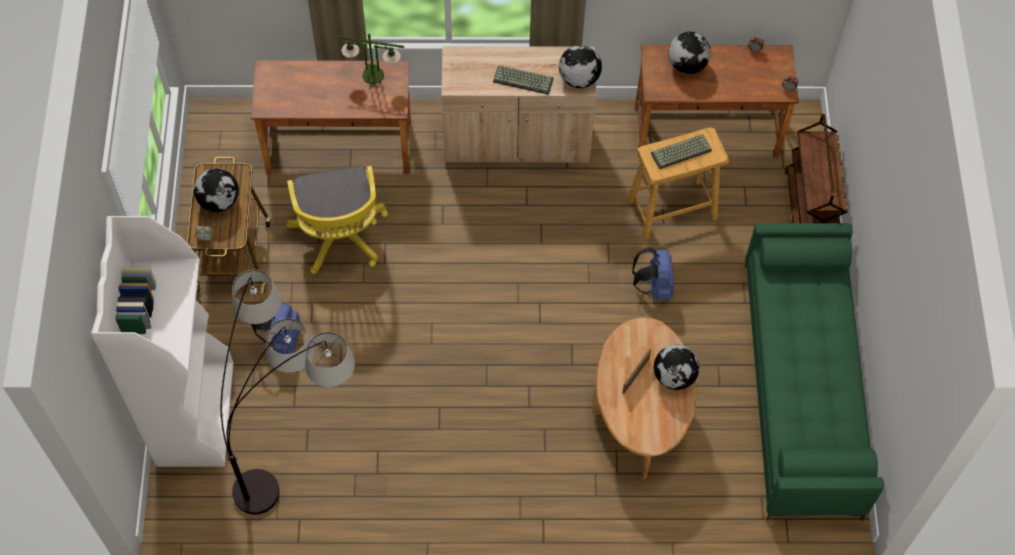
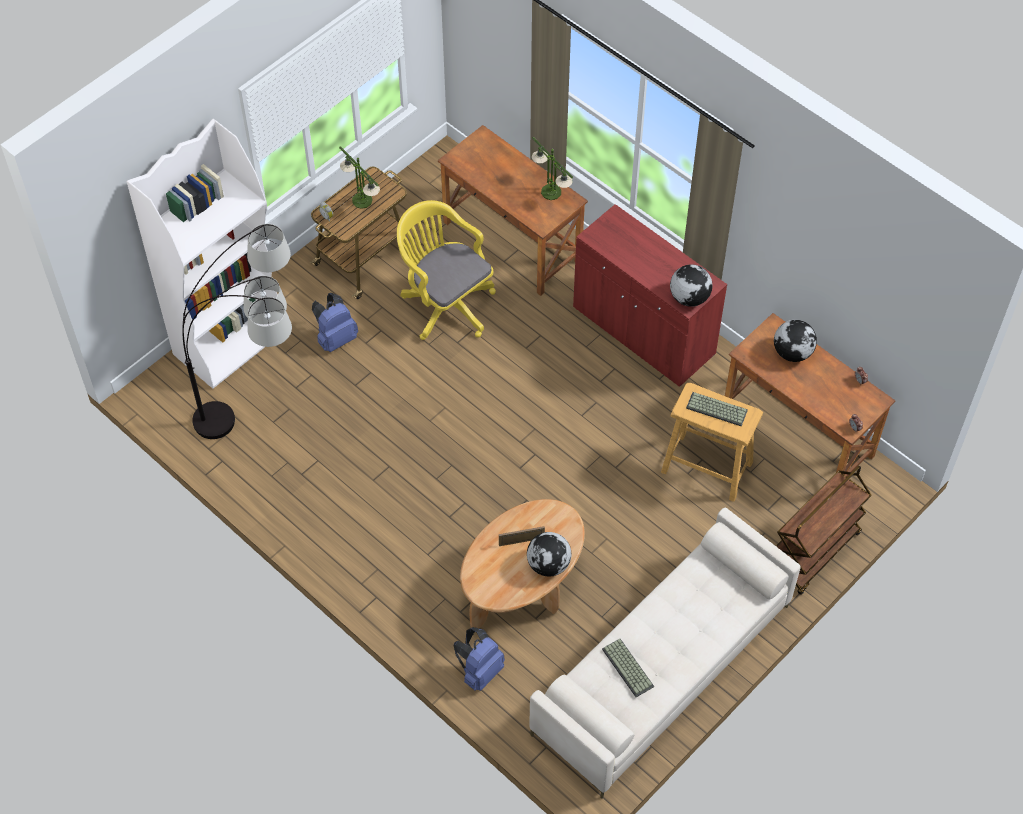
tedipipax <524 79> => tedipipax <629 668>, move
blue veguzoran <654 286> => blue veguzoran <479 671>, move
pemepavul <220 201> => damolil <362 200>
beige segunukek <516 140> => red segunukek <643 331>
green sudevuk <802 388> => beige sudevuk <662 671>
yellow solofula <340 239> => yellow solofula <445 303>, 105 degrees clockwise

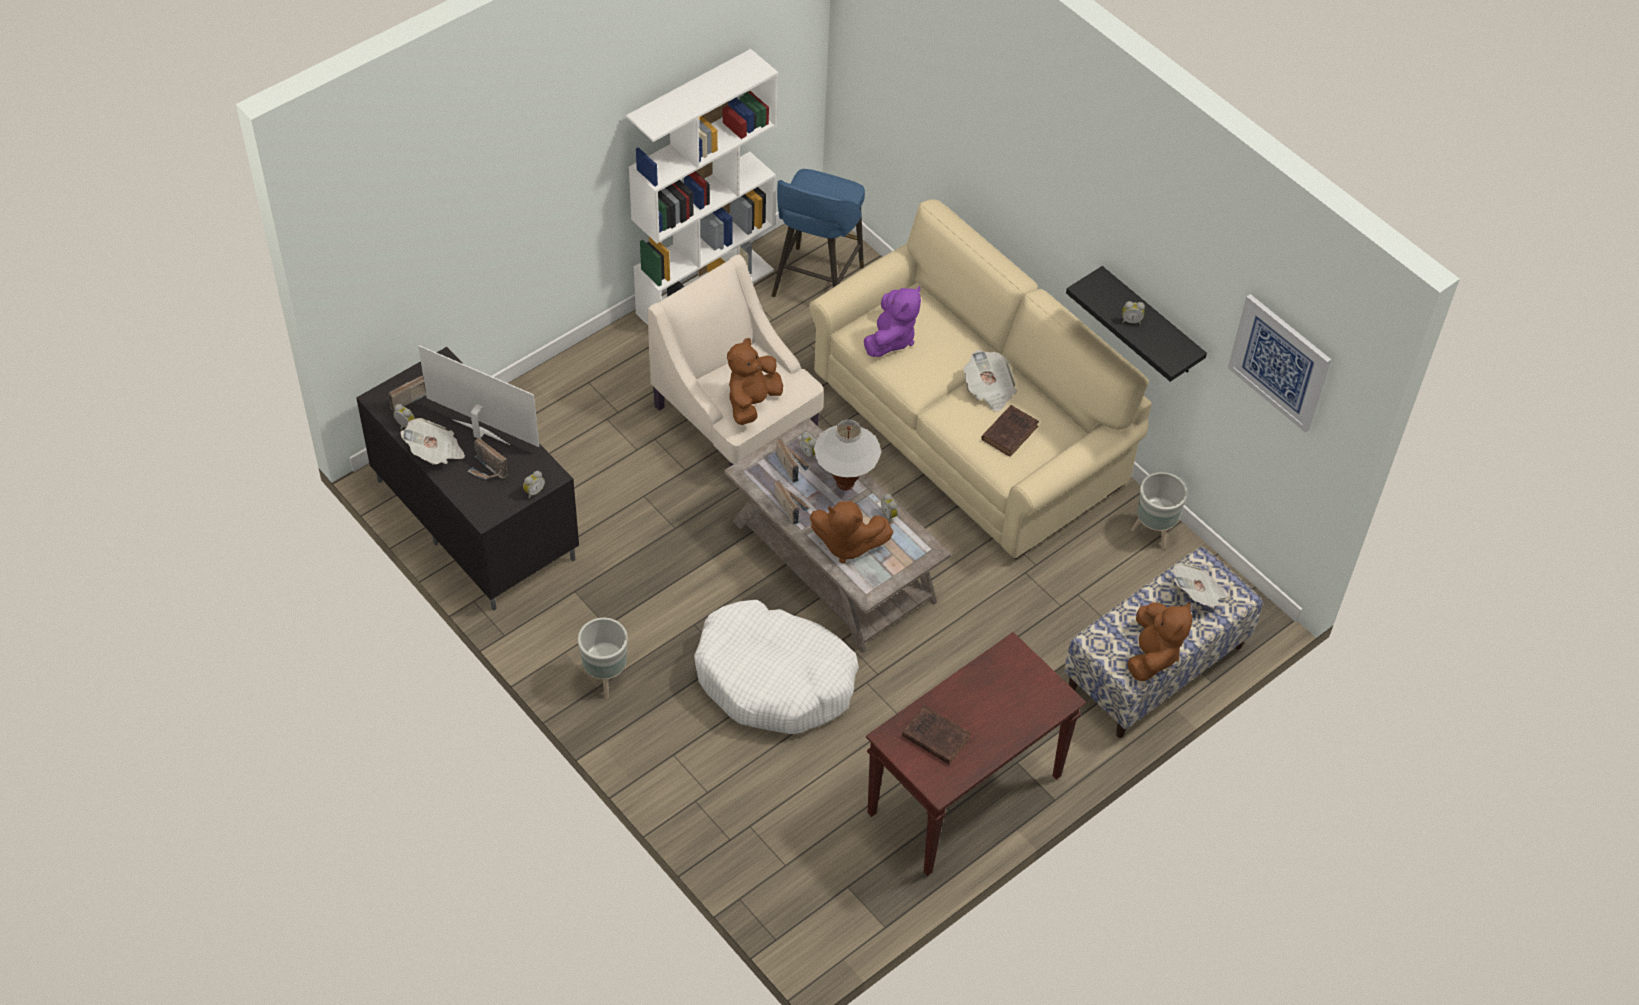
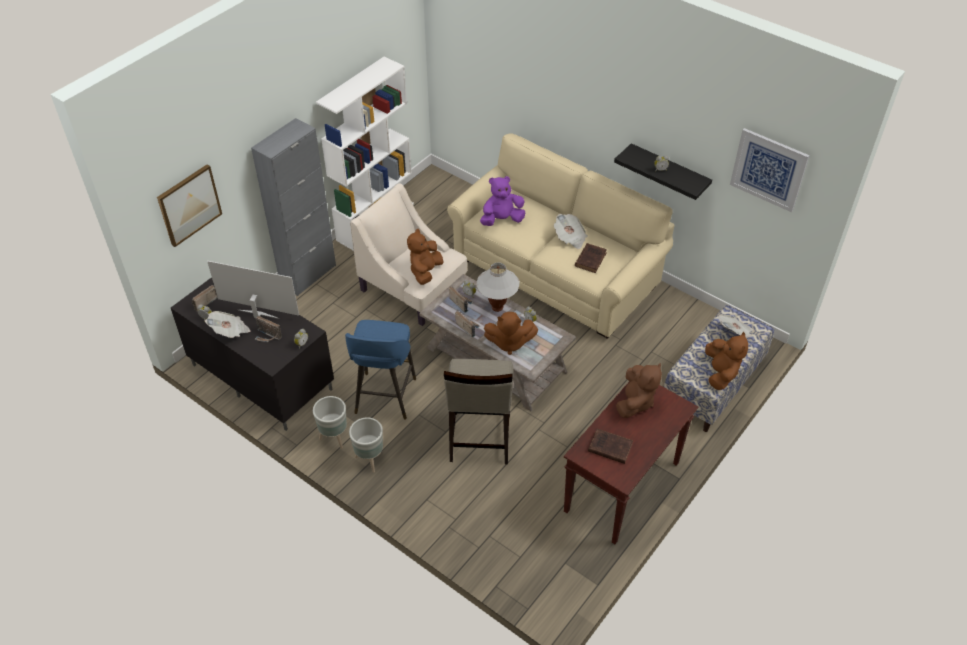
nothing => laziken <189 205>
nothing => grey segunukek <308 275>
nothing => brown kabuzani <635 402>
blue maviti <816 283> => blue maviti <385 397>, move
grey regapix <1154 533> => grey regapix <335 438>, move
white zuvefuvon <774 679> => beige maviti <479 438>
purple kabuzani <891 339> => purple kabuzani <502 220>, 120 degrees counterclockwise

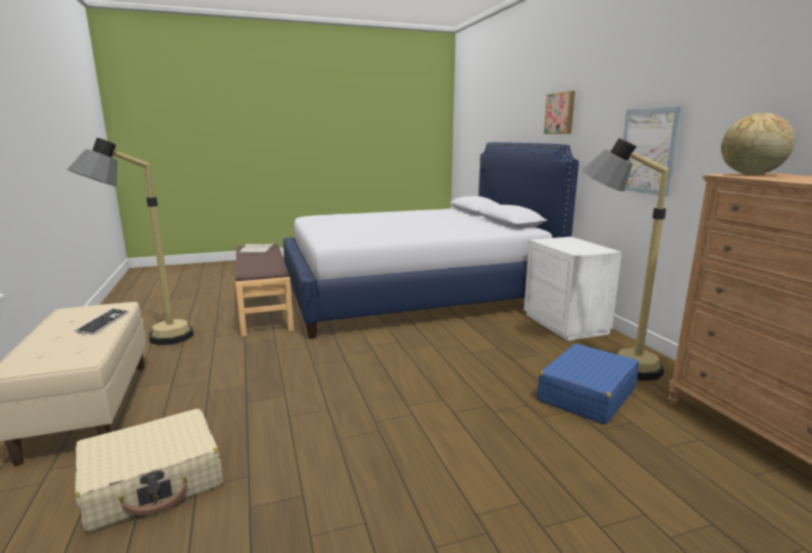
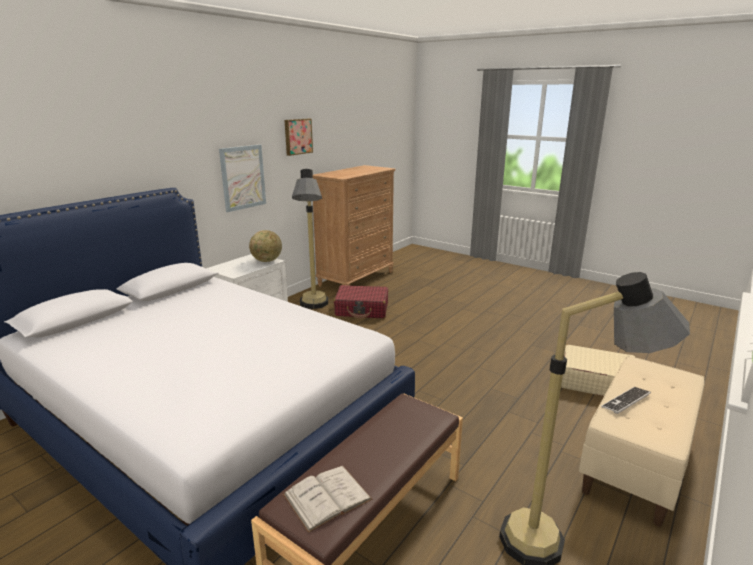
laziken <560 113> => laziken <297 136>, move
pemepavul <750 174> => pemepavul <267 261>, move
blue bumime <586 395> => red bumime <362 309>

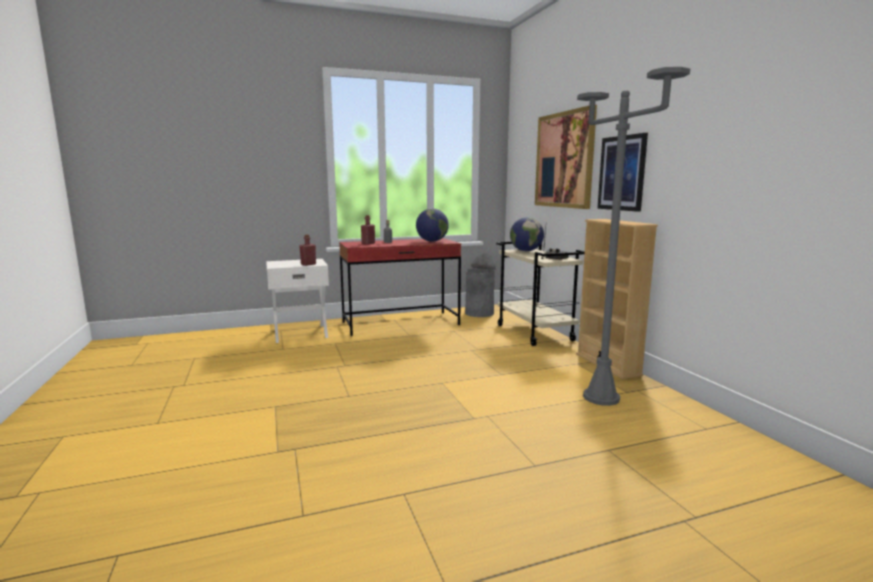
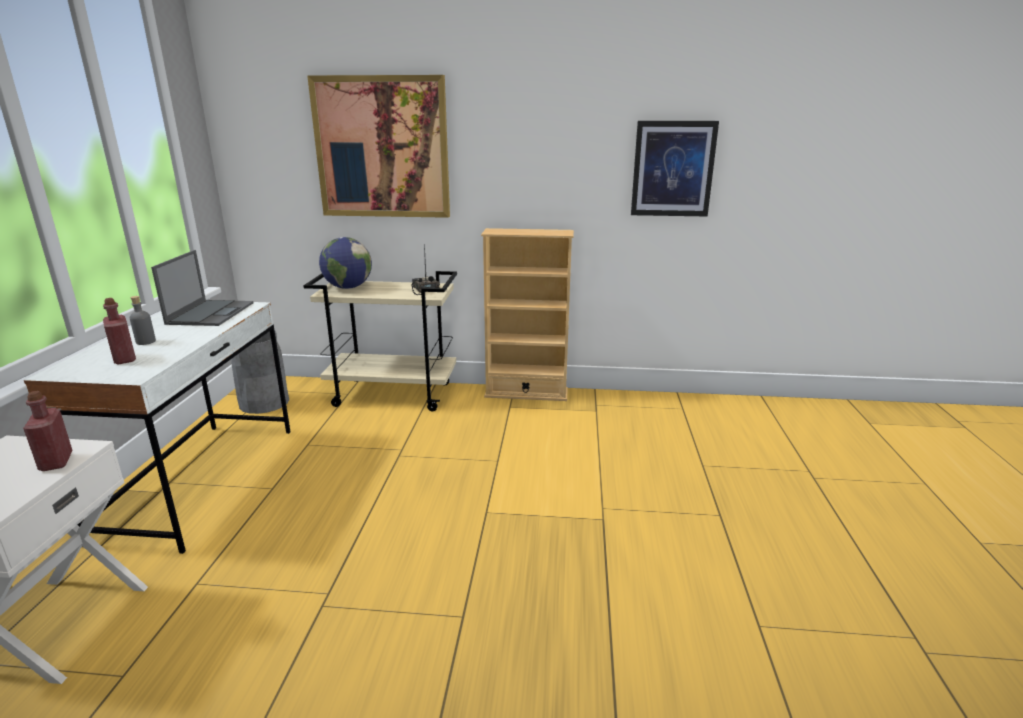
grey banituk <601 397> => nothing
laziken <622 173> => laziken <673 169>, move
pemepavul <432 241> => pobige <211 313>
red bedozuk <401 323> => white bedozuk <201 480>

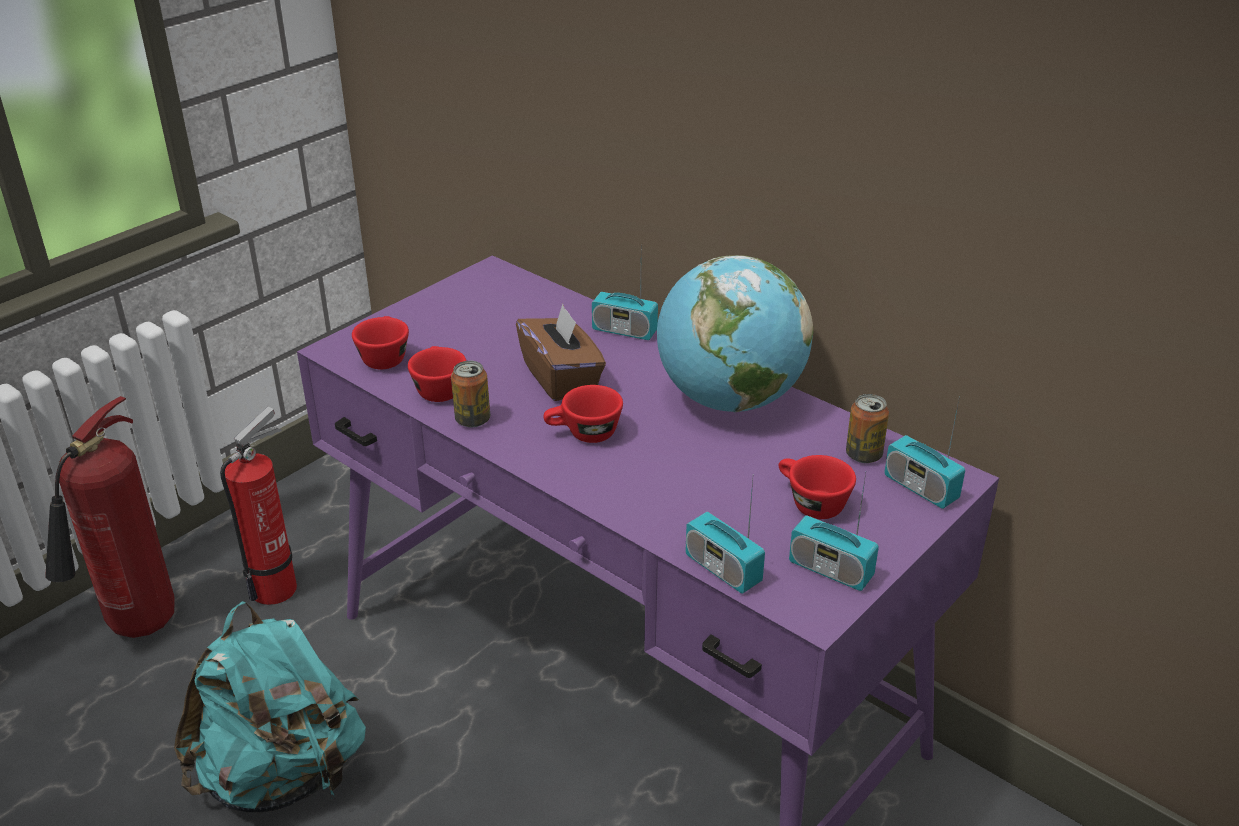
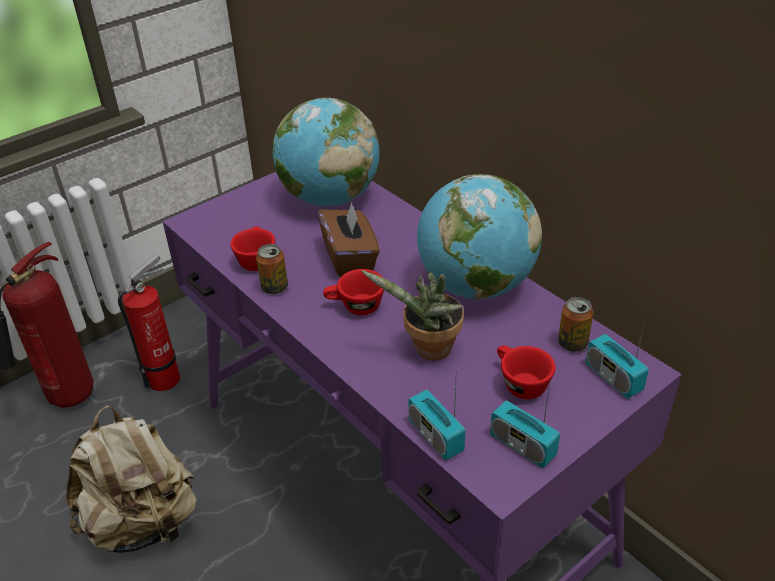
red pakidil <384 356> => nothing
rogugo <624 331> => nothing
nothing => pemepavul <329 198>
nothing => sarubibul <428 351>
turquoise veguzoran <282 775> => beige veguzoran <143 523>

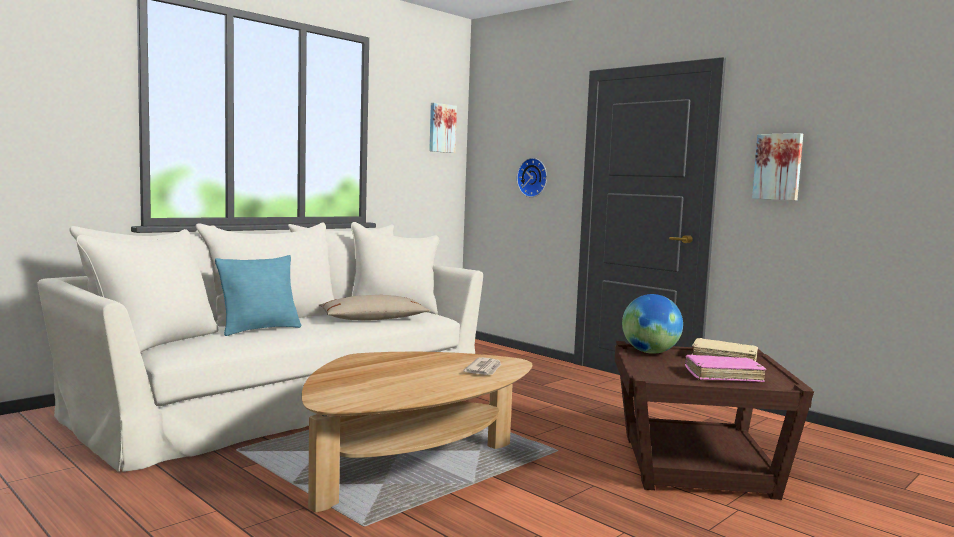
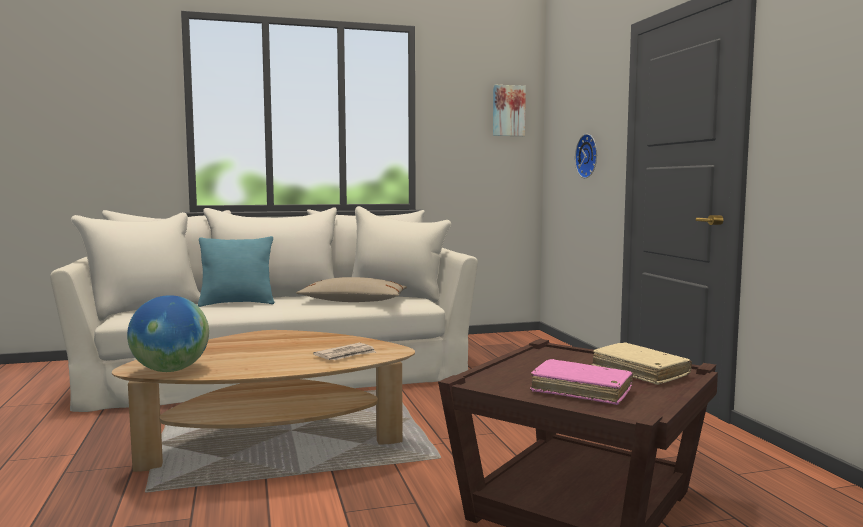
laziken <778 167> => nothing
pemepavul <650 352> => pemepavul <170 370>, move

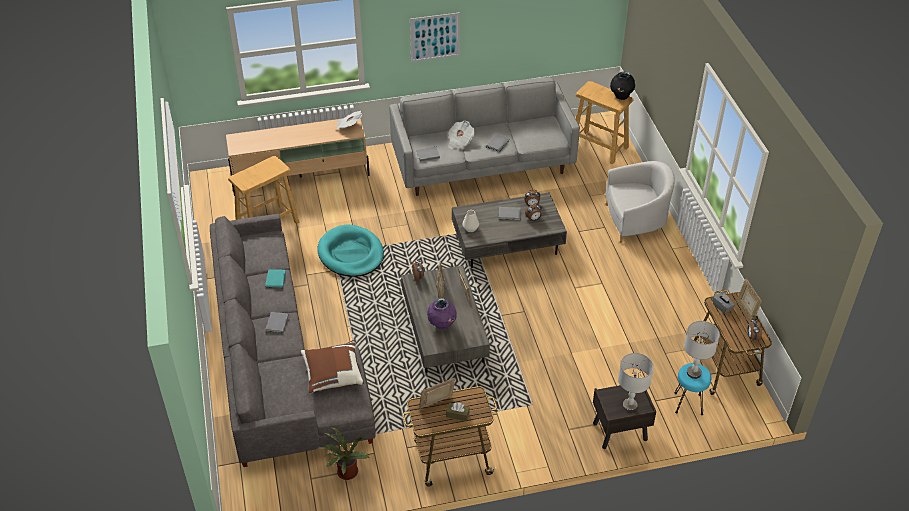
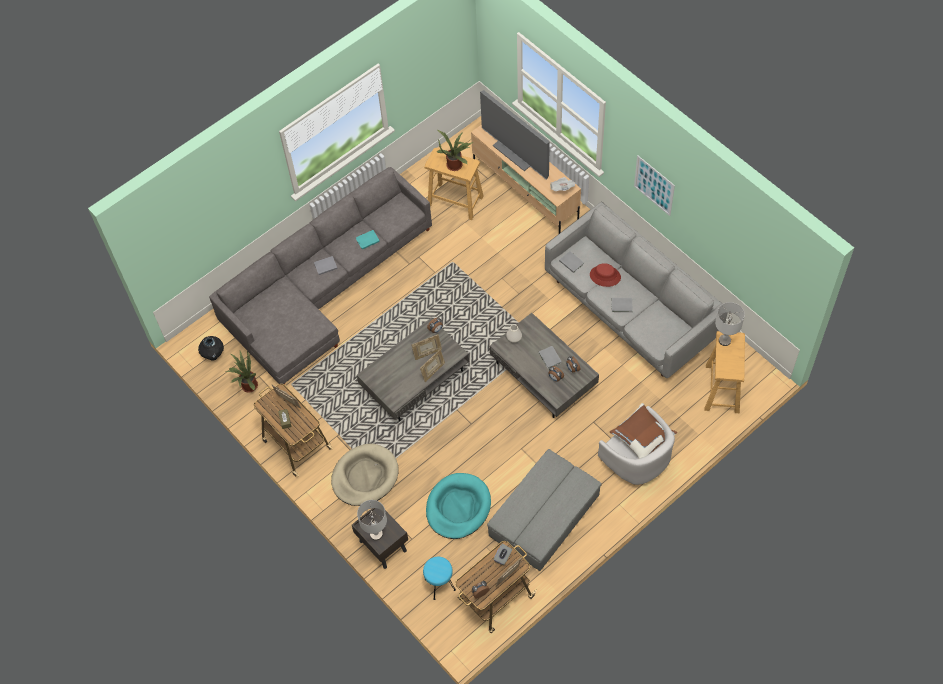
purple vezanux <442 325> => nothing
nothing => beige zuvefuvon <365 476>
nothing => sarubibul <455 164>
nothing => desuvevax <516 152>
nothing => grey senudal <544 516>
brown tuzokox <333 374> => brown tuzokox <642 437>, move
turquoise zuvefuvon <351 254> => turquoise zuvefuvon <458 507>, move
black vezanux <621 96> => black vezanux <213 355>, move
grey damolil <693 373> => grey damolil <724 340>, move
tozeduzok <459 141> => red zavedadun <605 276>

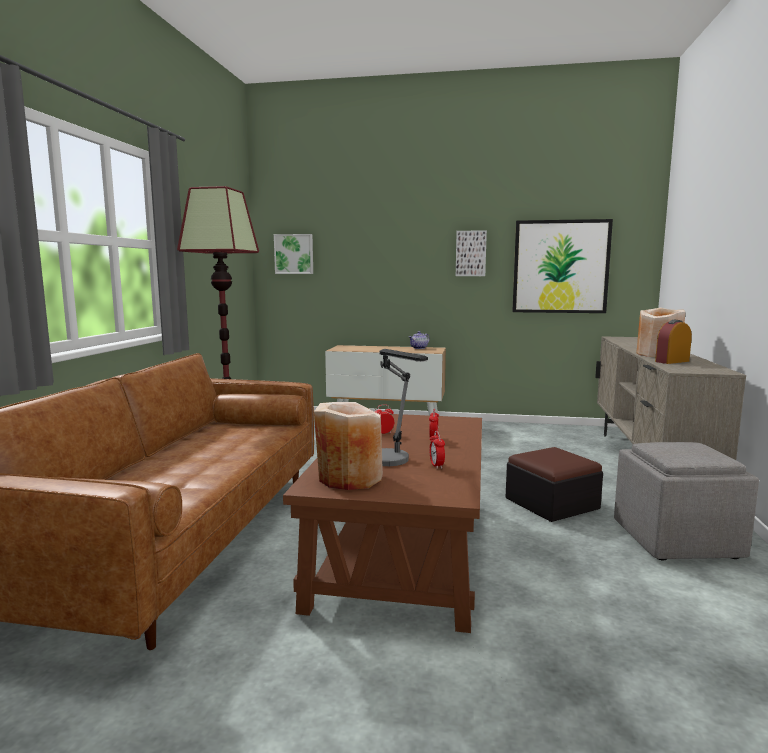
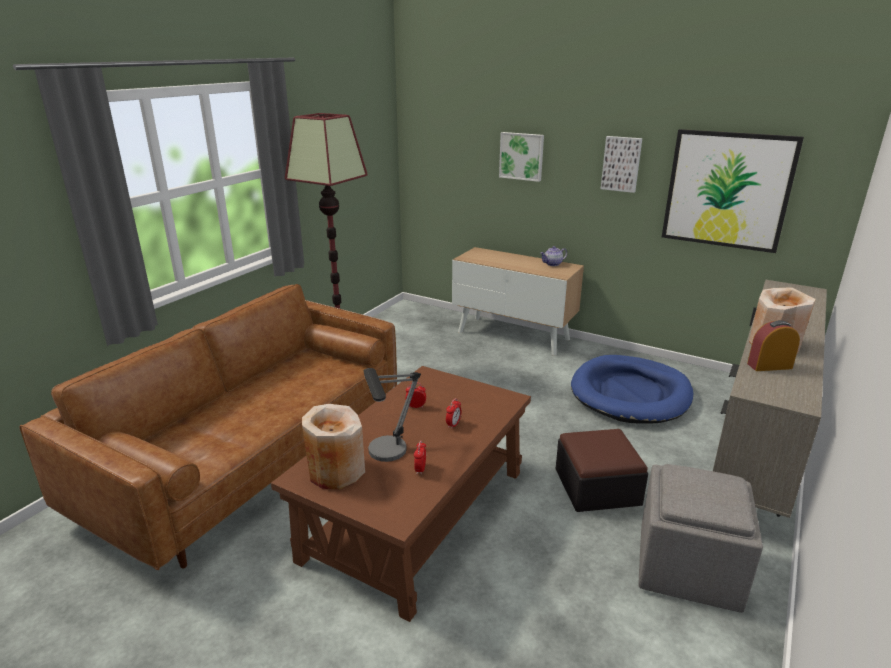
nothing => blue zuvefuvon <630 393>
laziken <294 254> => laziken <522 156>, move

